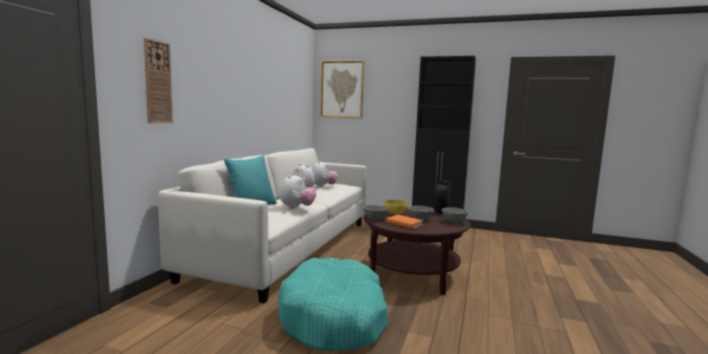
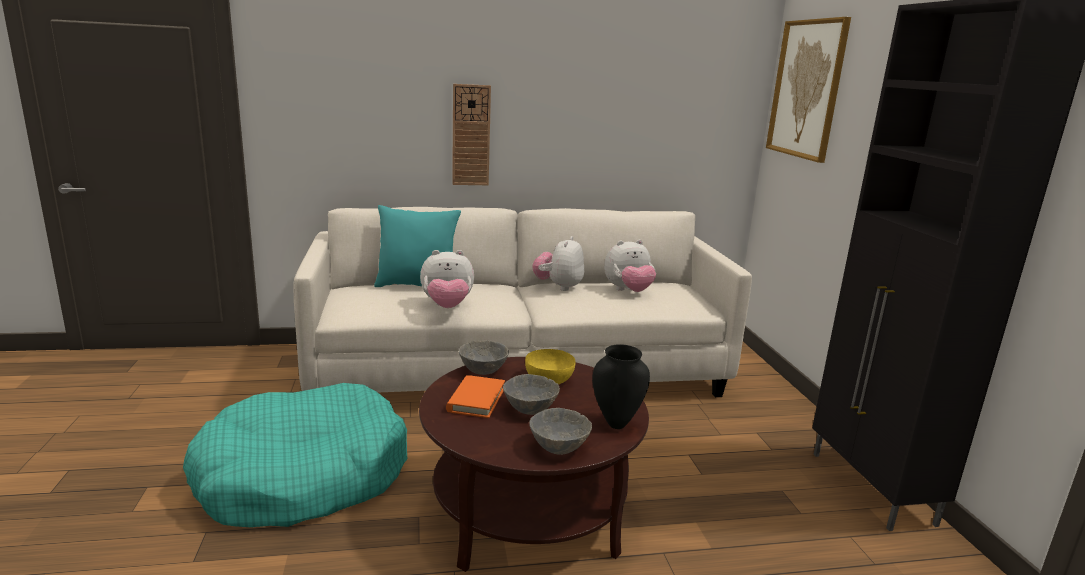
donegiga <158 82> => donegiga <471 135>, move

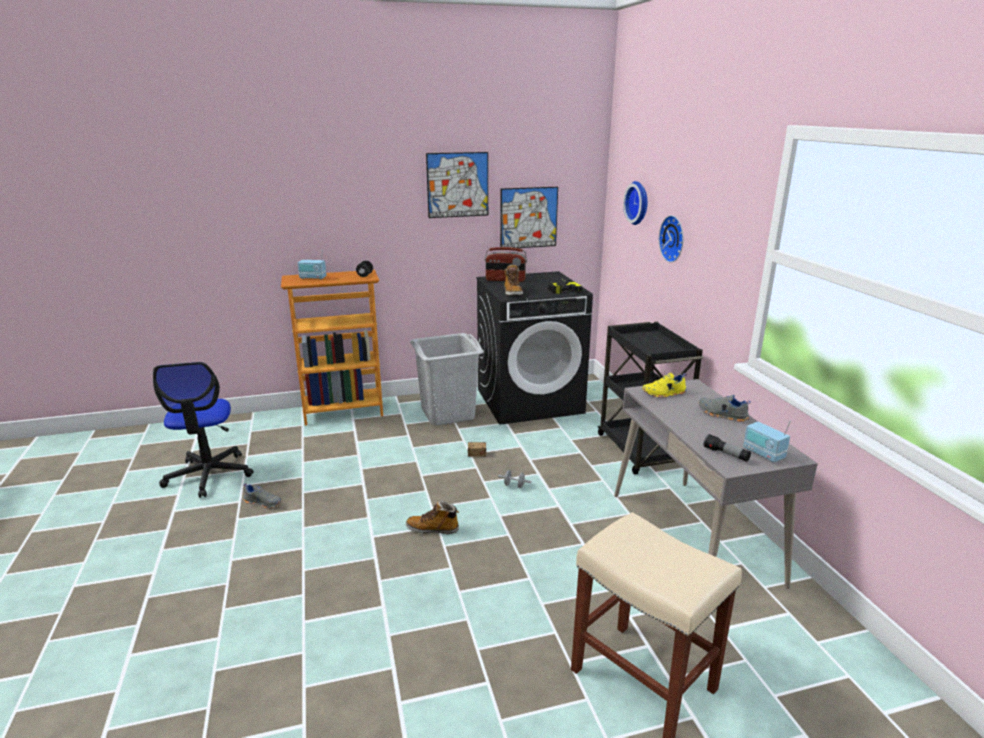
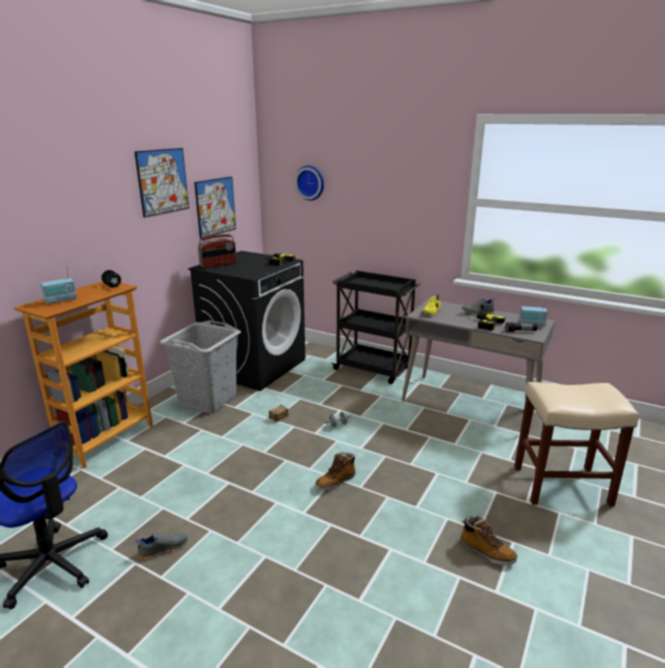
donegiga <674 238> => nothing
nothing => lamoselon <480 323>
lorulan <512 293> => lorulan <486 552>, move

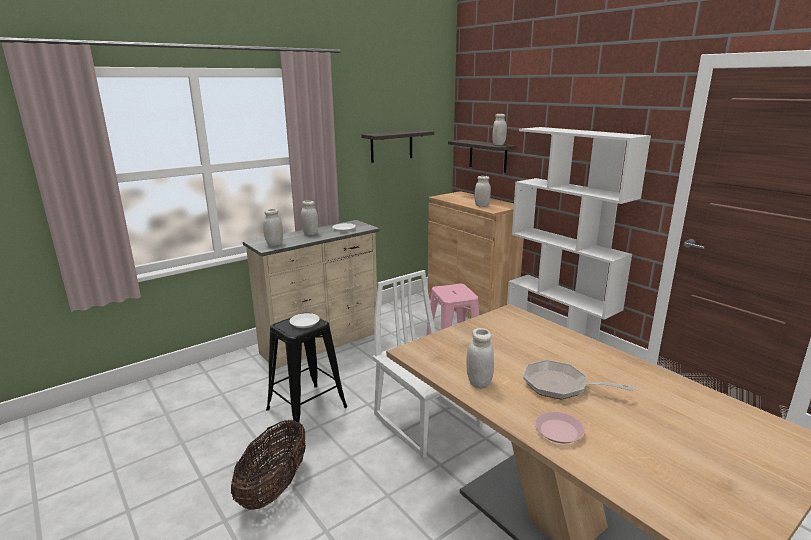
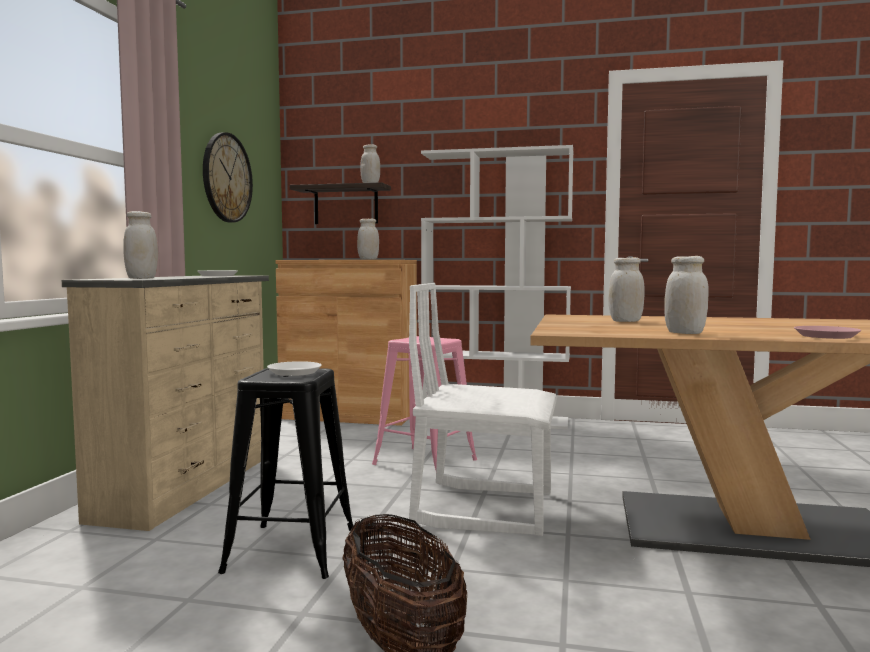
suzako <560 386> => nothing
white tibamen <310 233> => white tibamen <625 321>, move
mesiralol <391 146> => donegiga <226 178>

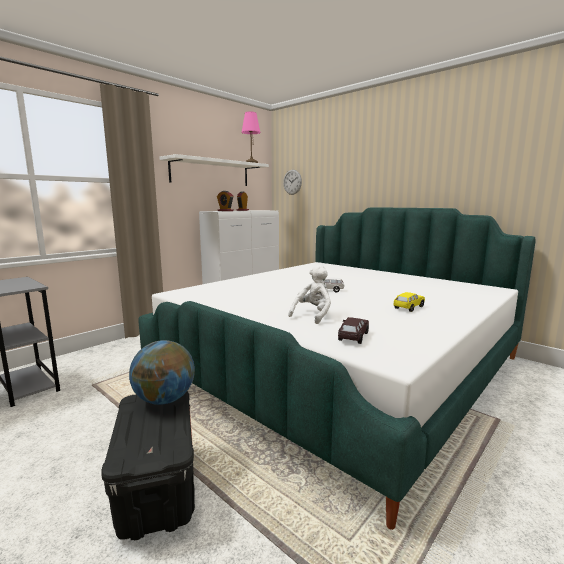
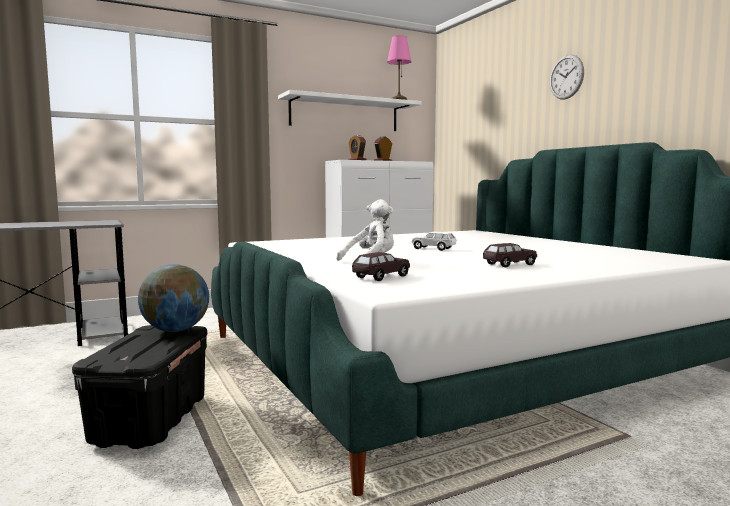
donegiga <292 182> => donegiga <566 77>, move
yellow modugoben <408 307> => brown modugoben <509 264>

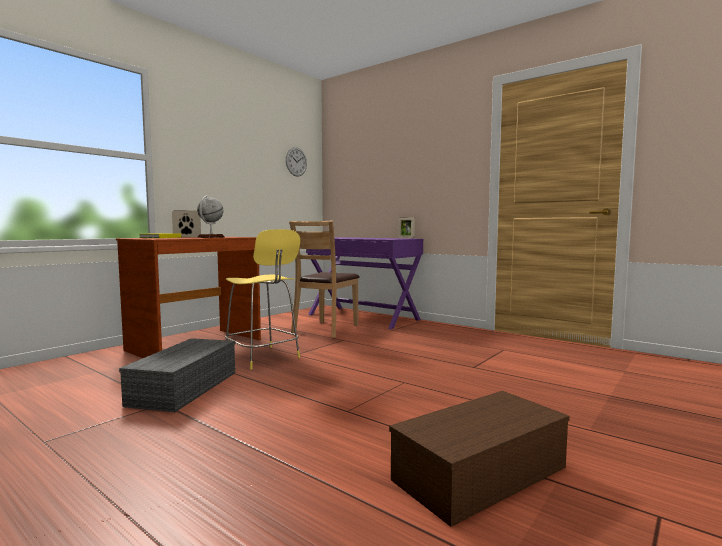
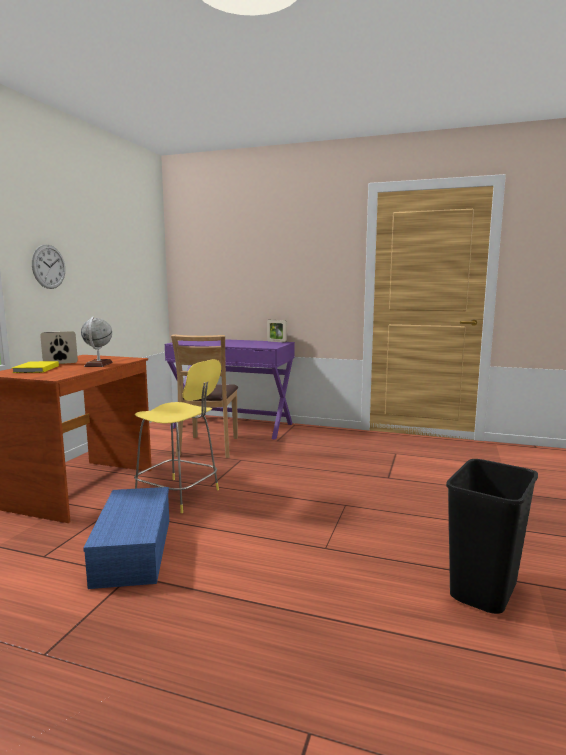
donegiga <296 161> => donegiga <48 266>, move
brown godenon <480 475> => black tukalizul <484 591>
grey godenon <184 387> => blue godenon <132 549>

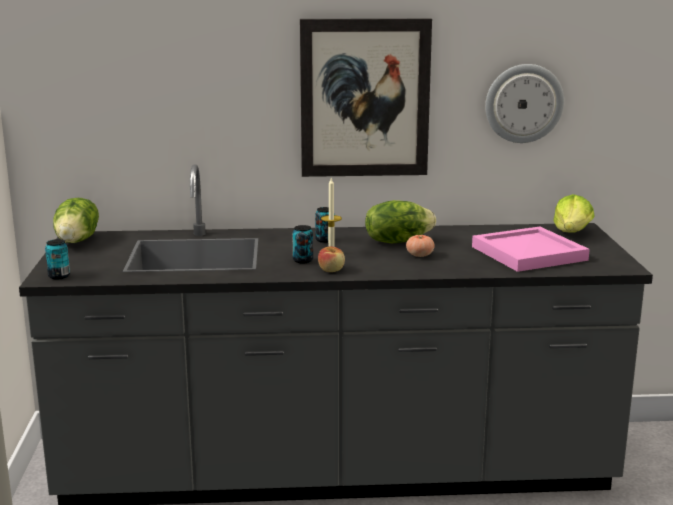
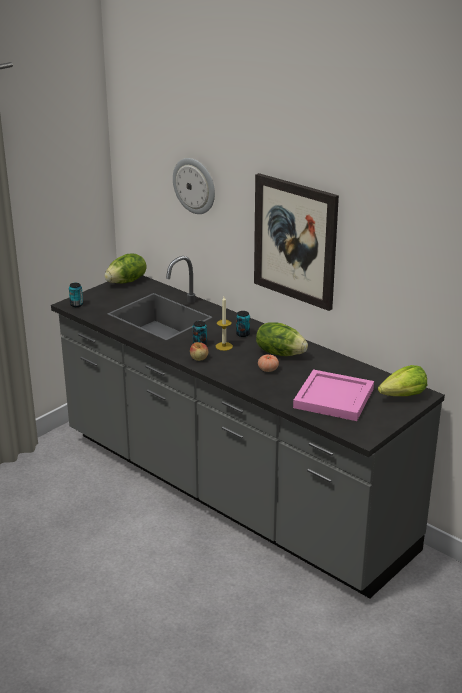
donegiga <523 103> => donegiga <195 185>, move

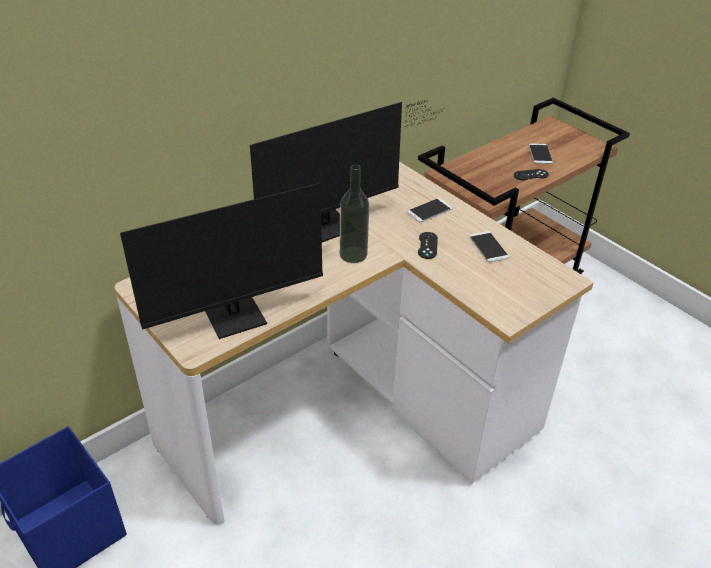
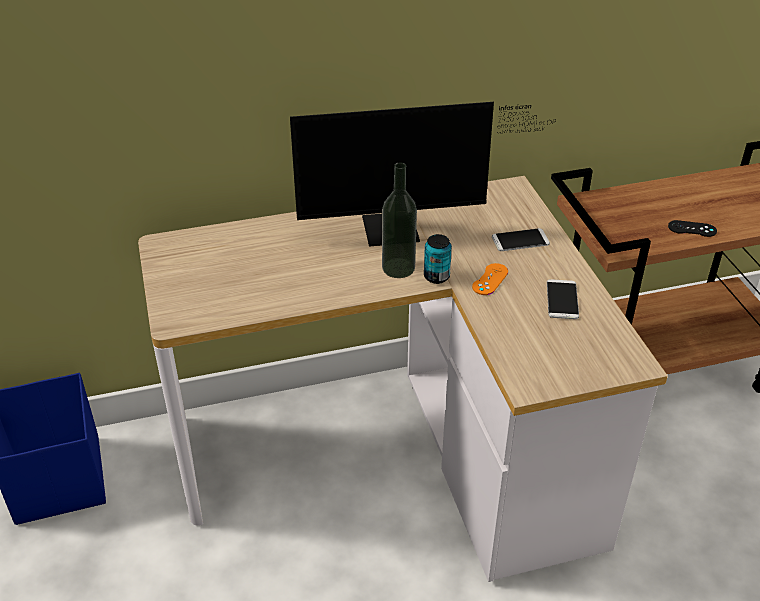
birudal <244 314> => nothing
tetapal <540 154> => nothing
nothing => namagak <436 276>
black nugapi <427 245> => orange nugapi <490 279>

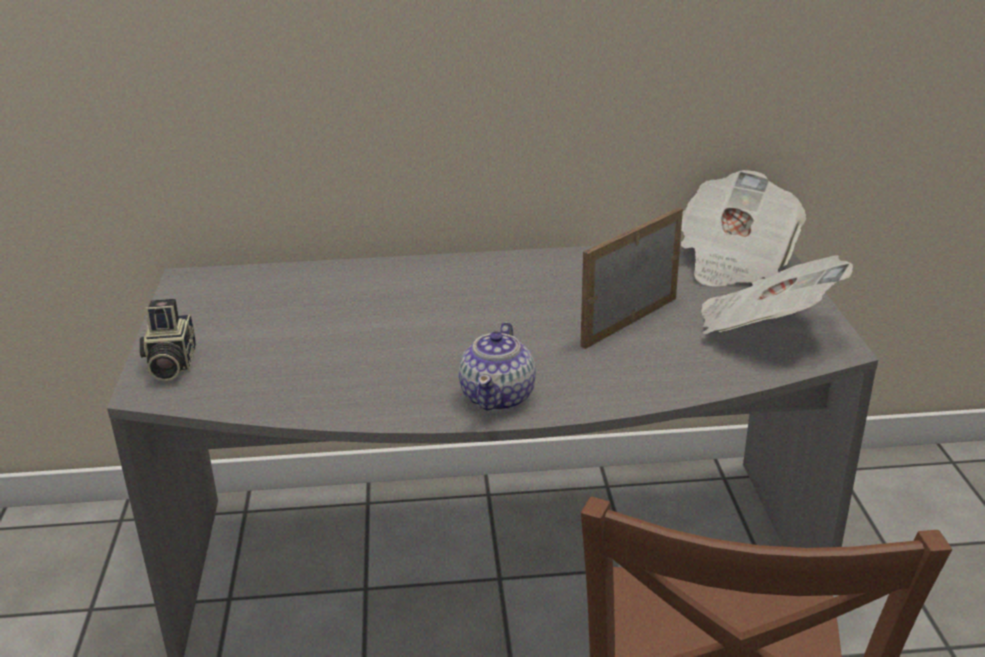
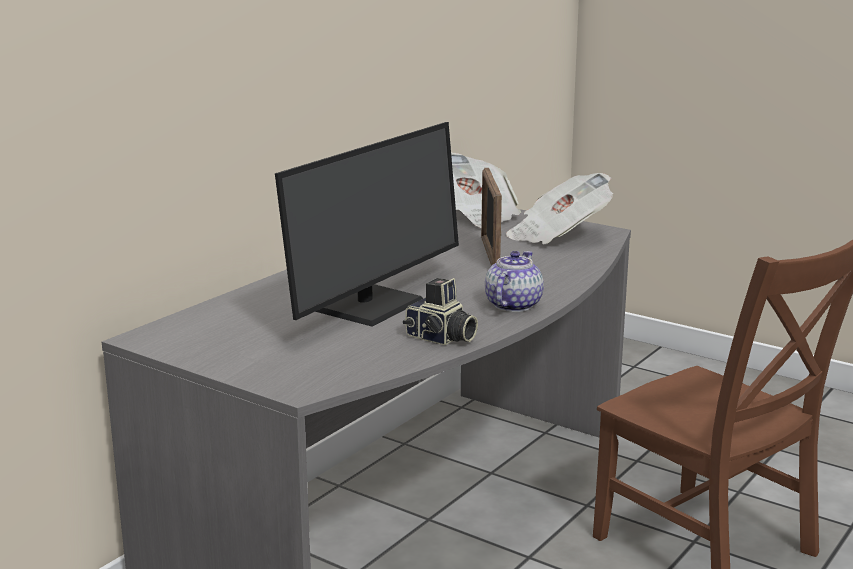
nothing => birudal <366 304>
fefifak <170 365> => fefifak <440 338>, move
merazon <498 397> => merazon <512 305>, 120 degrees counterclockwise

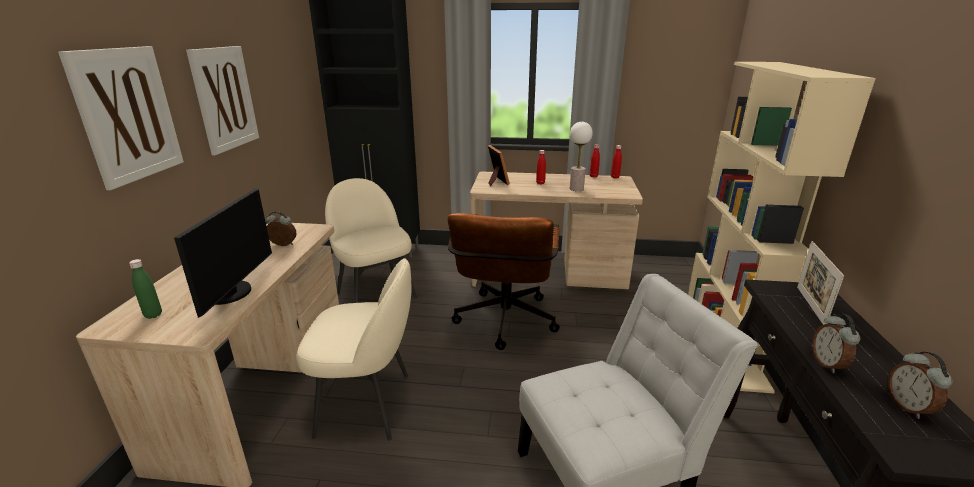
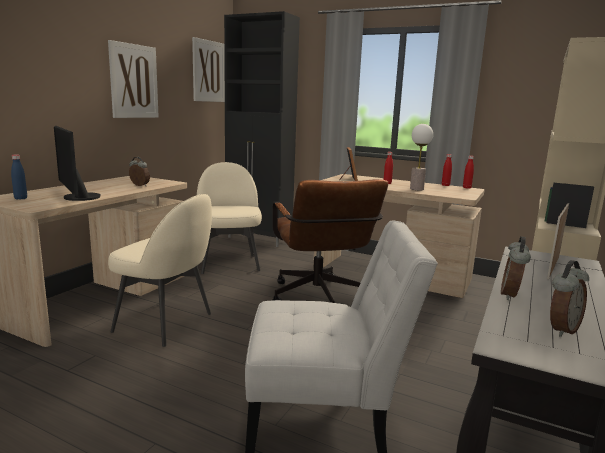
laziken <128 115> => laziken <208 71>, move
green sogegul <153 315> => blue sogegul <20 198>
birudal <232 293> => birudal <77 197>, 120 degrees clockwise
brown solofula <504 324> => brown solofula <319 300>, 45 degrees counterclockwise
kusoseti <908 407> => kusoseti <561 329>, 150 degrees counterclockwise

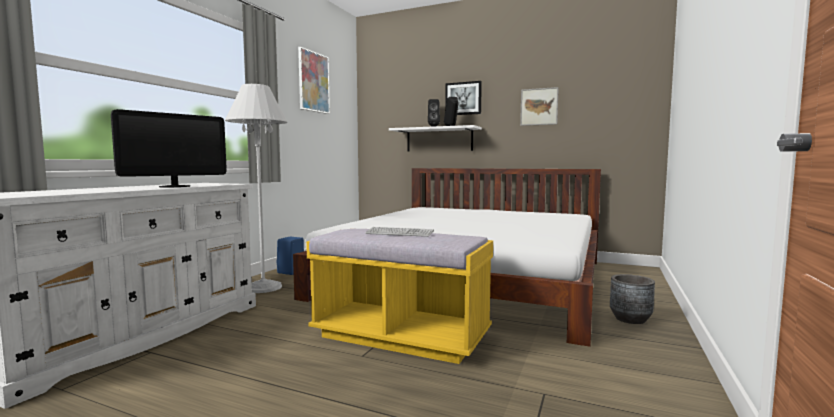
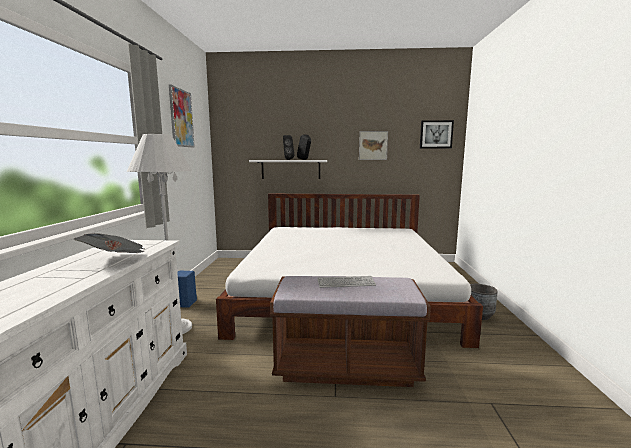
laziken <463 98> => laziken <436 134>, move
birudal <175 186> => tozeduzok <116 260>
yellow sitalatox <401 336> => brown sitalatox <346 366>

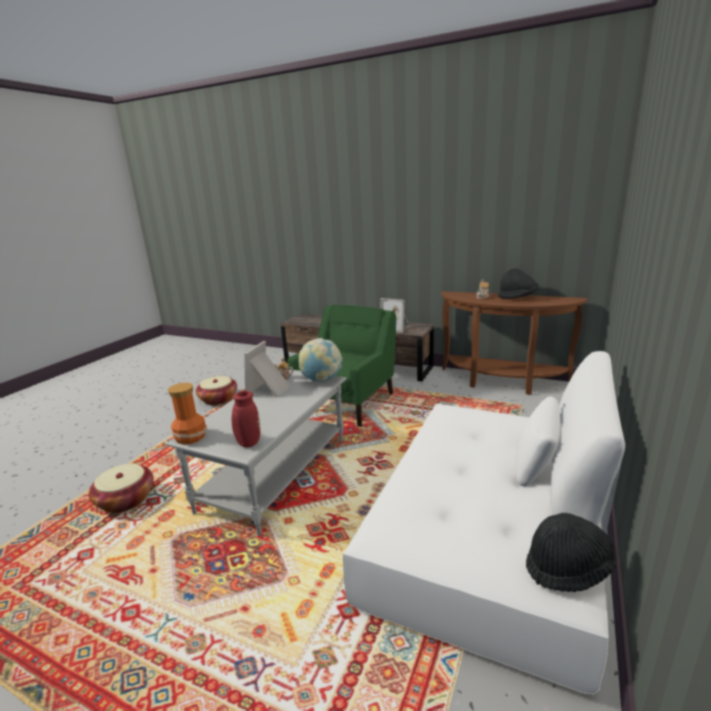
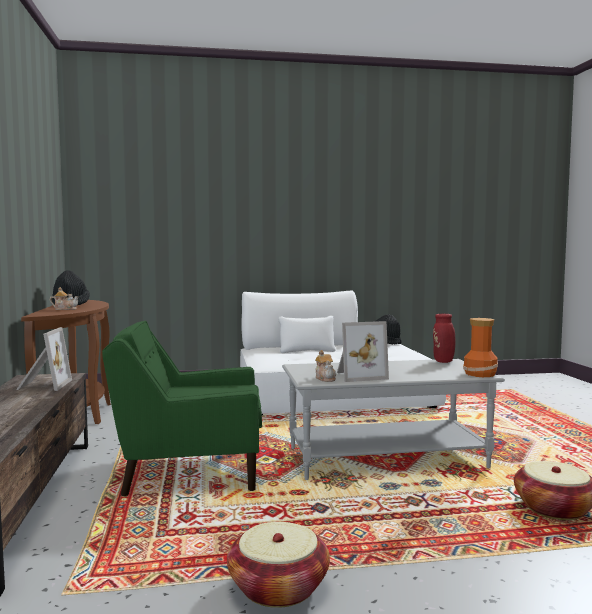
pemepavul <321 380> => nothing

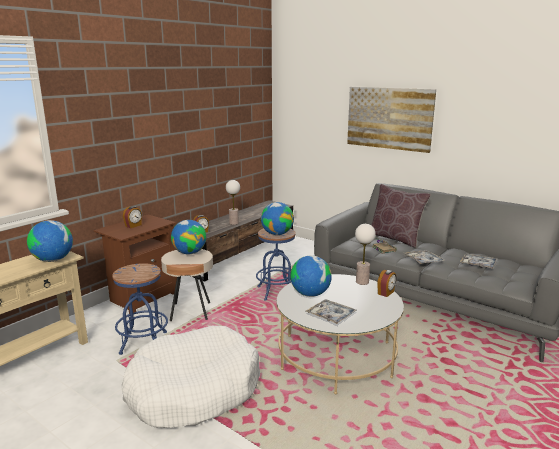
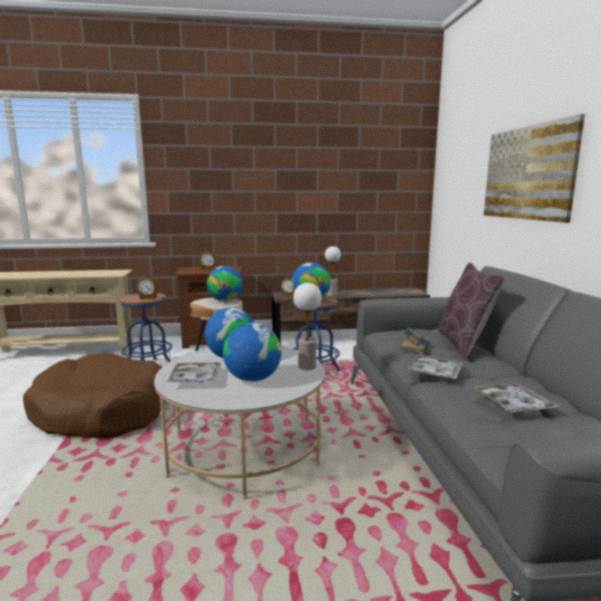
pemepavul <53 260> => pemepavul <253 379>, move
kusoseti <386 293> => kusoseti <148 298>, move
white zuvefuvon <193 390> => brown zuvefuvon <101 411>

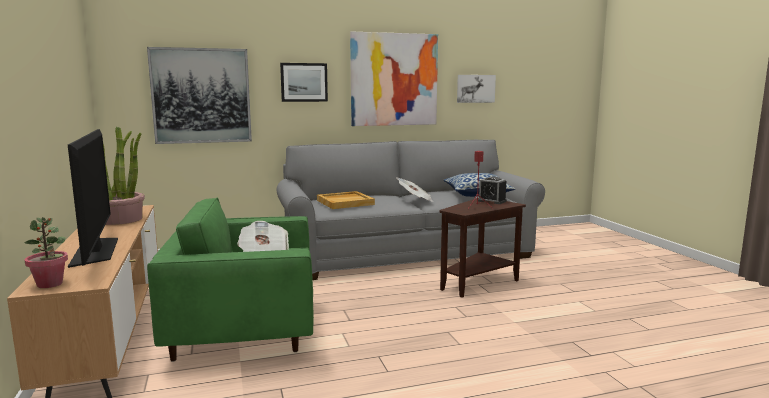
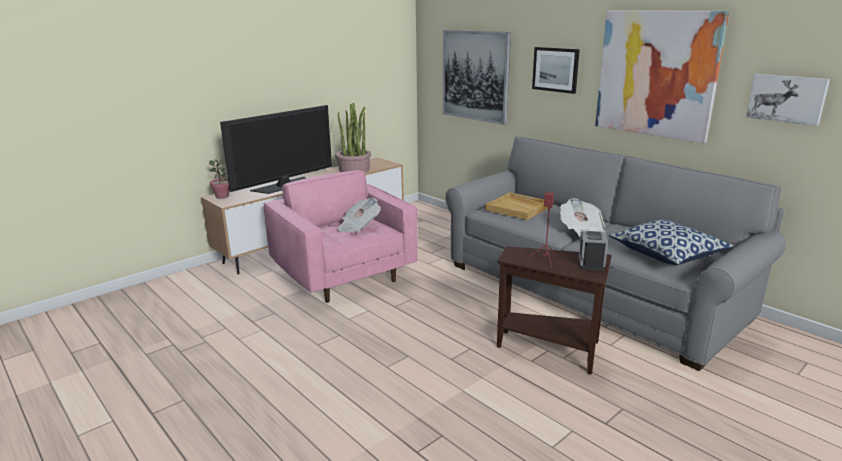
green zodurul <245 332> => pink zodurul <343 277>

